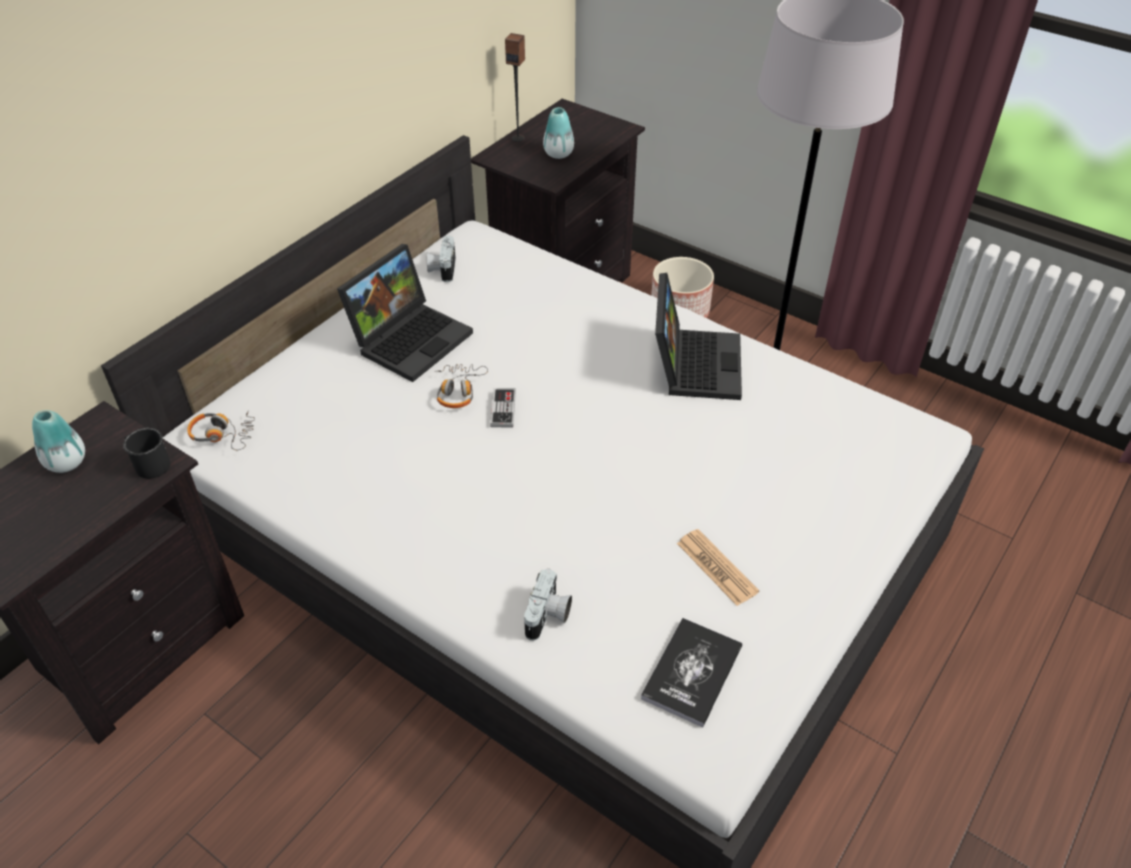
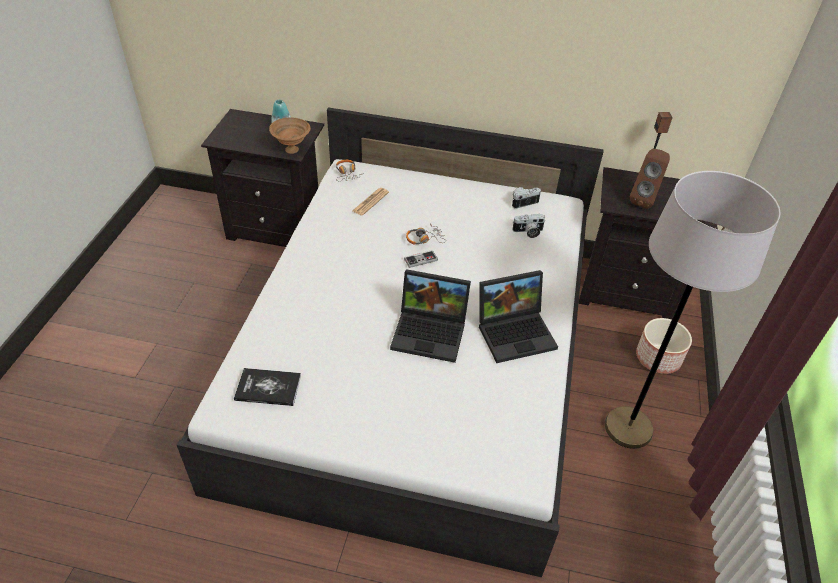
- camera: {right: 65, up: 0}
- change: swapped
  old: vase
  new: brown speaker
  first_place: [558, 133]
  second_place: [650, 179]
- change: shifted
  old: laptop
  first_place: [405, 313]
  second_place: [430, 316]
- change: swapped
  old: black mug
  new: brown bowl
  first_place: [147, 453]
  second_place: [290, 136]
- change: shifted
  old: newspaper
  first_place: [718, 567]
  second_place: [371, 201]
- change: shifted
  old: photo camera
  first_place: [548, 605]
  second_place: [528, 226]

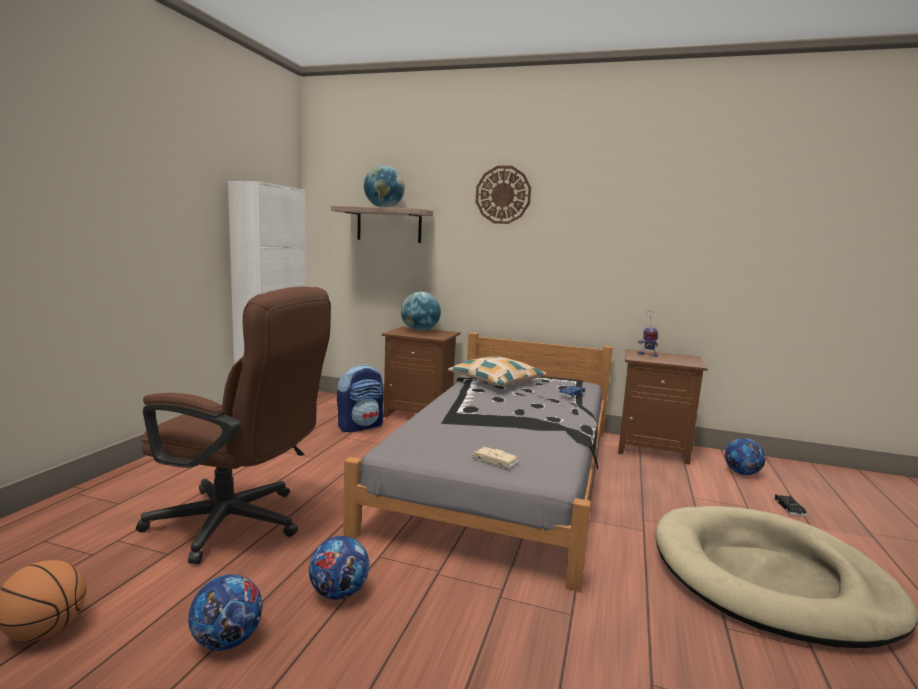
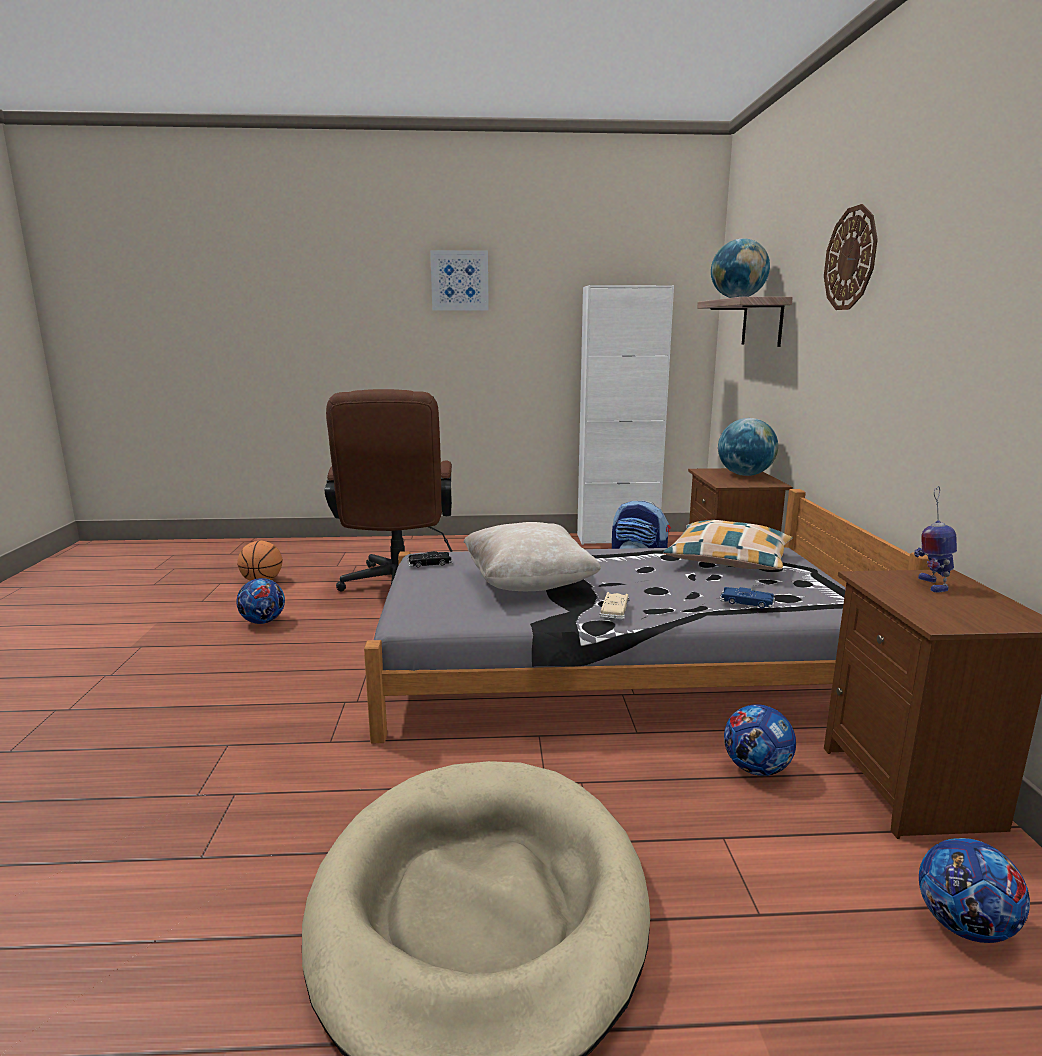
- camera: {right: 70, up: 5}
- change: shifted
  old: beige toy car
  first_place: [495, 458]
  second_place: [614, 605]
- change: shifted
  old: black toy car
  first_place: [790, 505]
  second_place: [430, 559]
- change: shifted
  old: football
  first_place: [339, 568]
  second_place: [760, 740]
- change: new
  new: picture
  second_place: [459, 280]
- change: new
  new: beige pillow
  second_place: [532, 556]

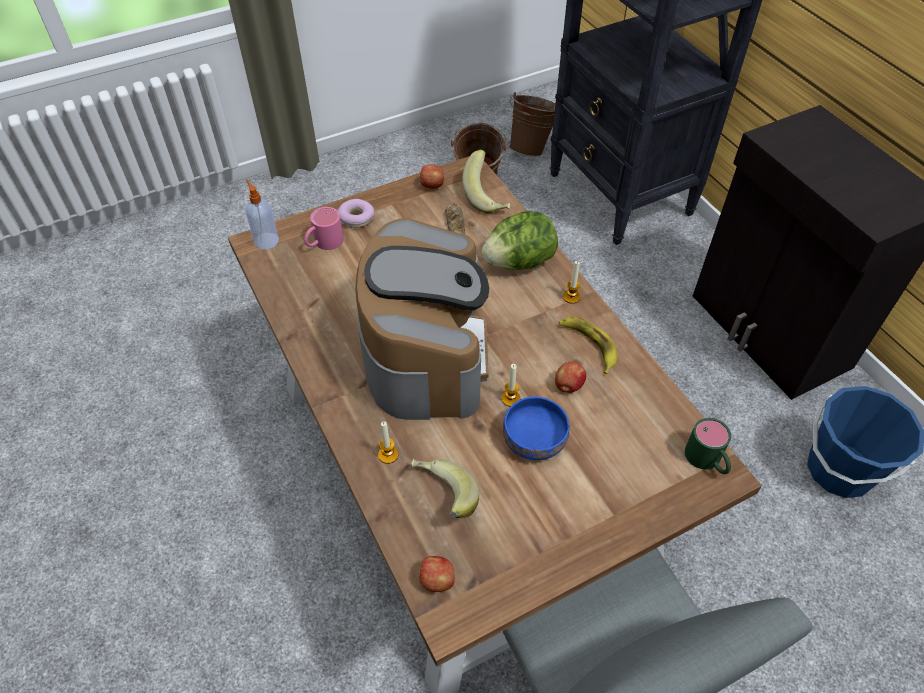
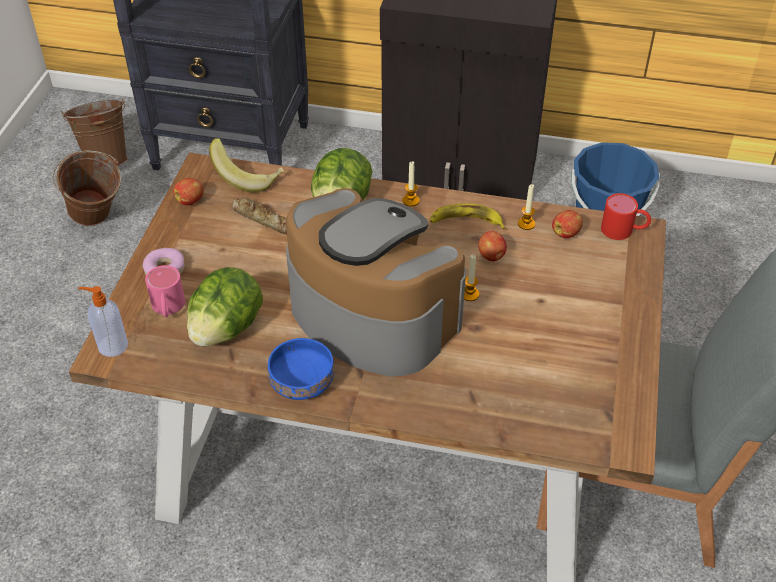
- camera: {right: -50, up: -5}
- change: shifted
  old: blue bowl
  first_place: [536, 428]
  second_place: [301, 369]
- change: repainted
  old: green mug
  new: red mug
  first_place: [708, 446]
  second_place: [626, 216]
- change: shifted
  old: candle
  first_place: [388, 442]
  second_place: [526, 207]
- change: gone
  old: banana
  first_place: [445, 488]
- change: shifted
  old: apple
  first_place: [437, 574]
  second_place: [567, 224]
- change: new
  new: lettuce
  second_place: [225, 306]

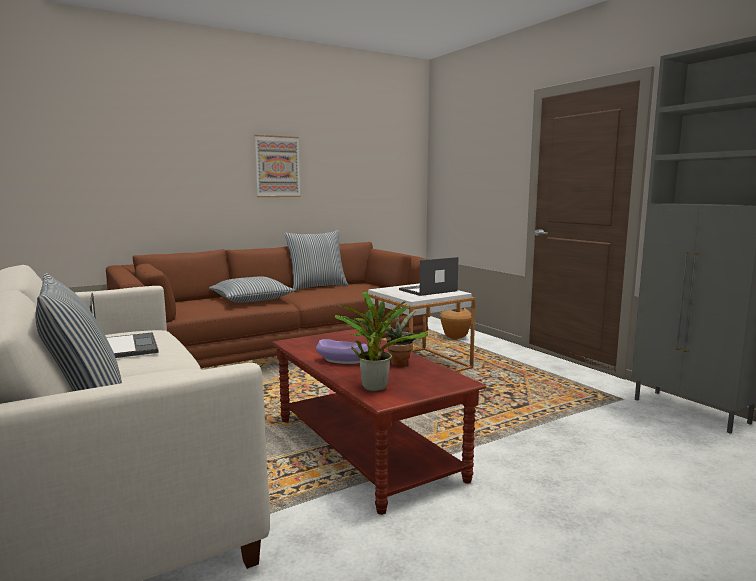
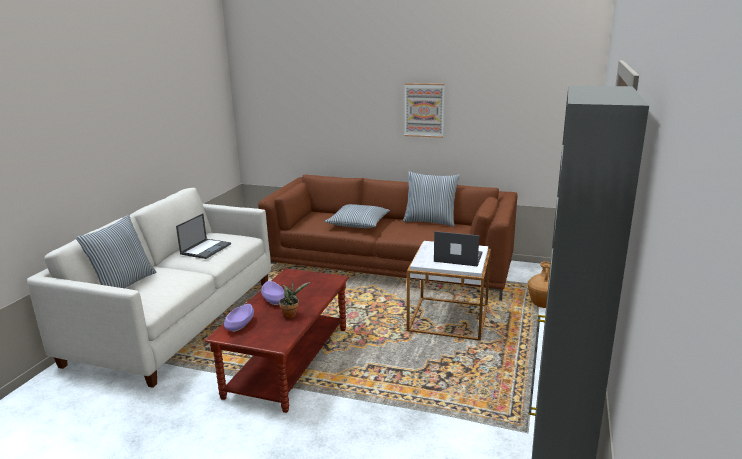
- camera: {right: 50, up: 10}
- change: swapped
  old: potted plant
  new: purple bowl
  first_place: [381, 341]
  second_place: [239, 318]

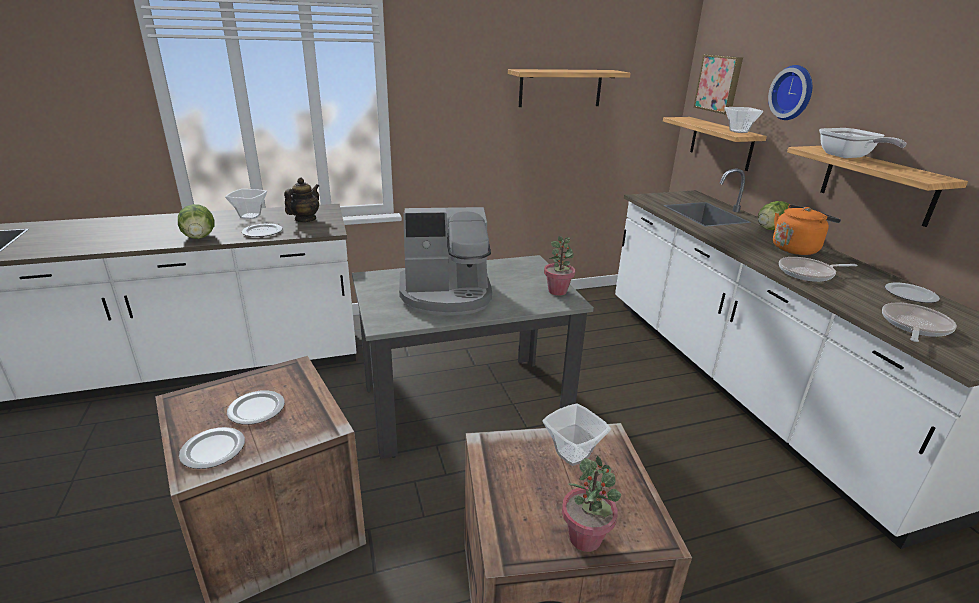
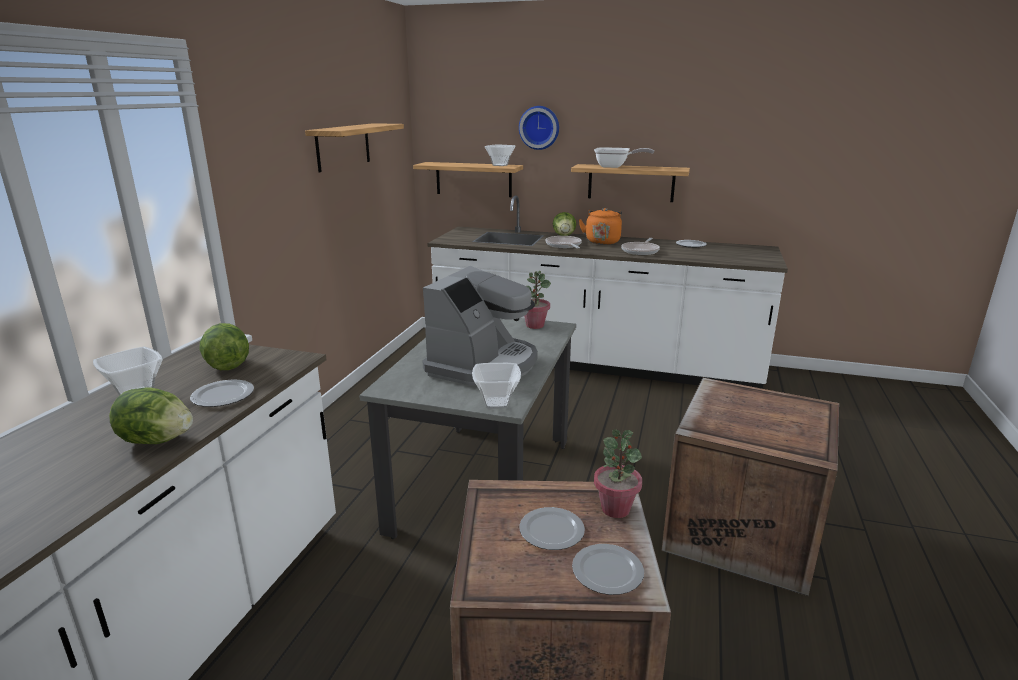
- camera: {right: -55, up: -5}
- change: gone
  old: picture
  first_place: [718, 84]
- change: swapped
  old: teapot
  new: lettuce
  first_place: [301, 200]
  second_place: [224, 346]
- change: shifted
  old: frying pan
  first_place: [919, 322]
  second_place: [564, 242]
- change: shifted
  old: bowl
  first_place: [576, 435]
  second_place: [496, 386]
- change: shifted
  old: potted plant
  first_place: [591, 504]
  second_place: [618, 474]

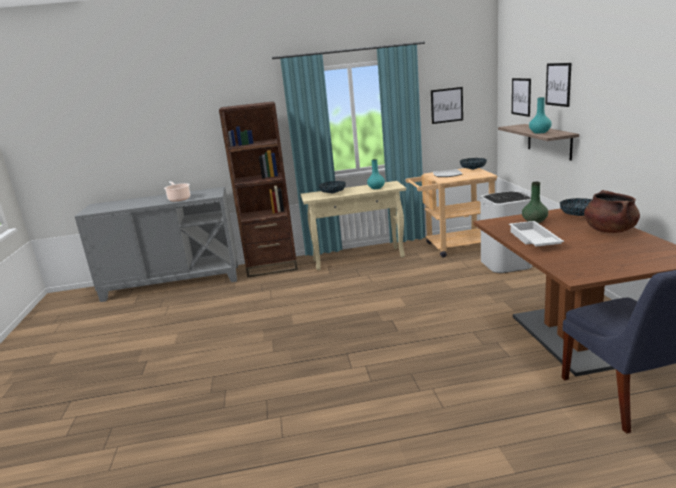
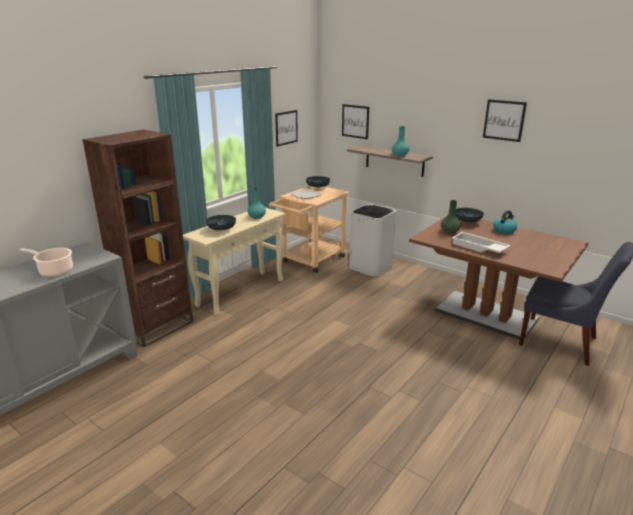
- camera: {right: -45, up: 5}
- change: shifted
  old: picture
  first_place: [558, 85]
  second_place: [505, 120]
- change: swapped
  old: brown cooking pot
  new: kettle
  first_place: [612, 211]
  second_place: [505, 222]

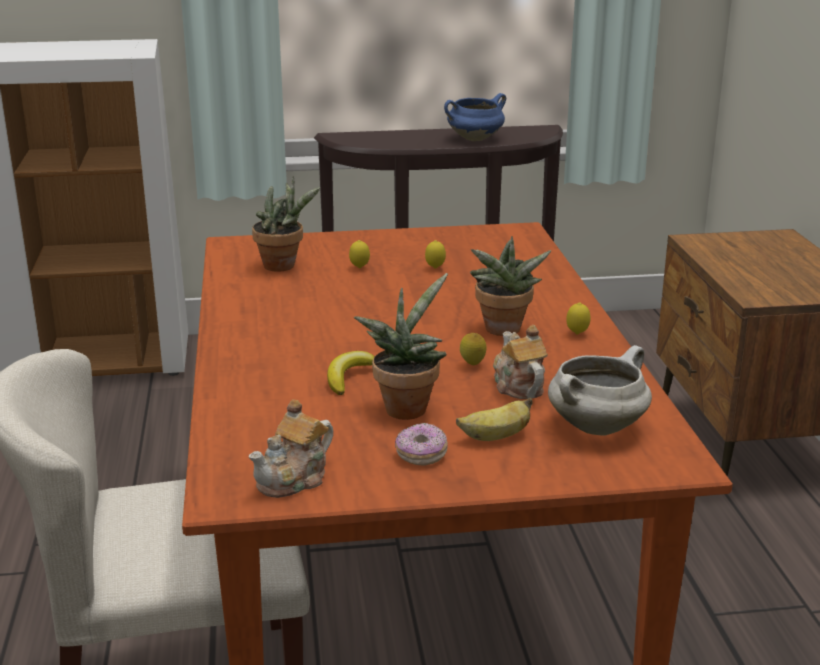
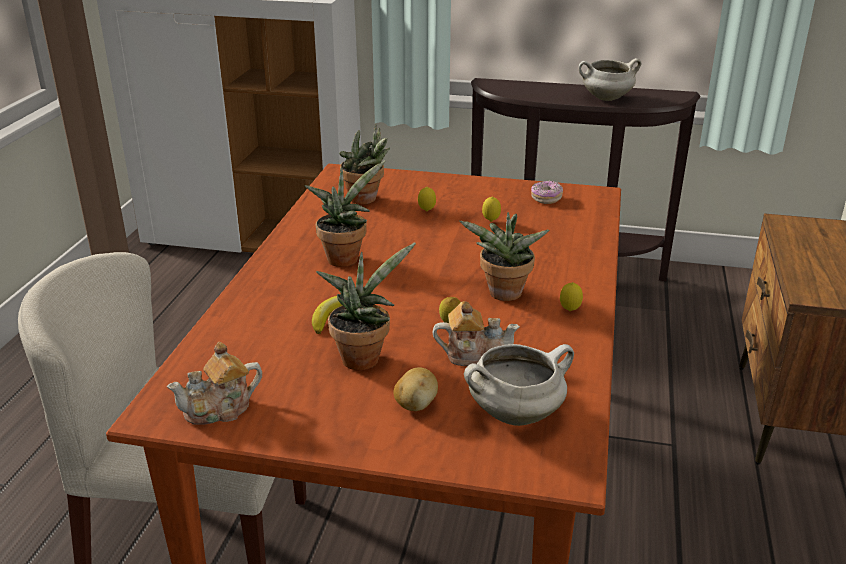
- camera: {right: 20, up: 5}
- change: repainted
  old: blue cooking pot
  new: white cooking pot
  first_place: [475, 117]
  second_place: [609, 79]
- change: rotated
  old: teapot
  first_place: [520, 362]
  second_place: [476, 333]
  degrees: 90
- change: swapped
  old: banana
  new: potato
  first_place: [494, 419]
  second_place: [415, 389]
- change: shifted
  old: donut
  first_place: [421, 444]
  second_place: [547, 192]
- change: new
  new: potted plant
  second_place: [345, 213]

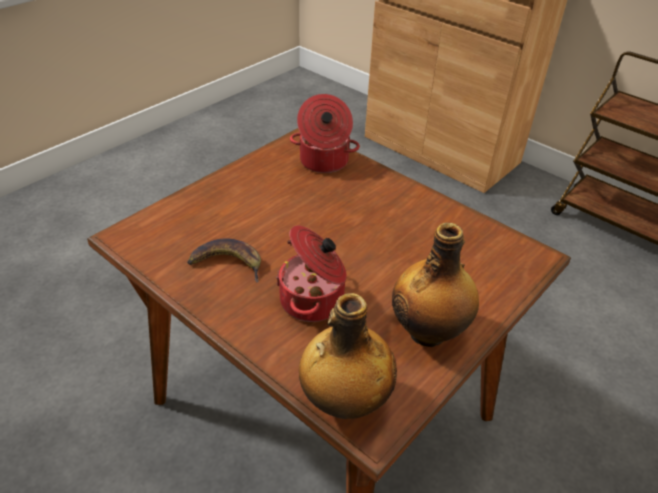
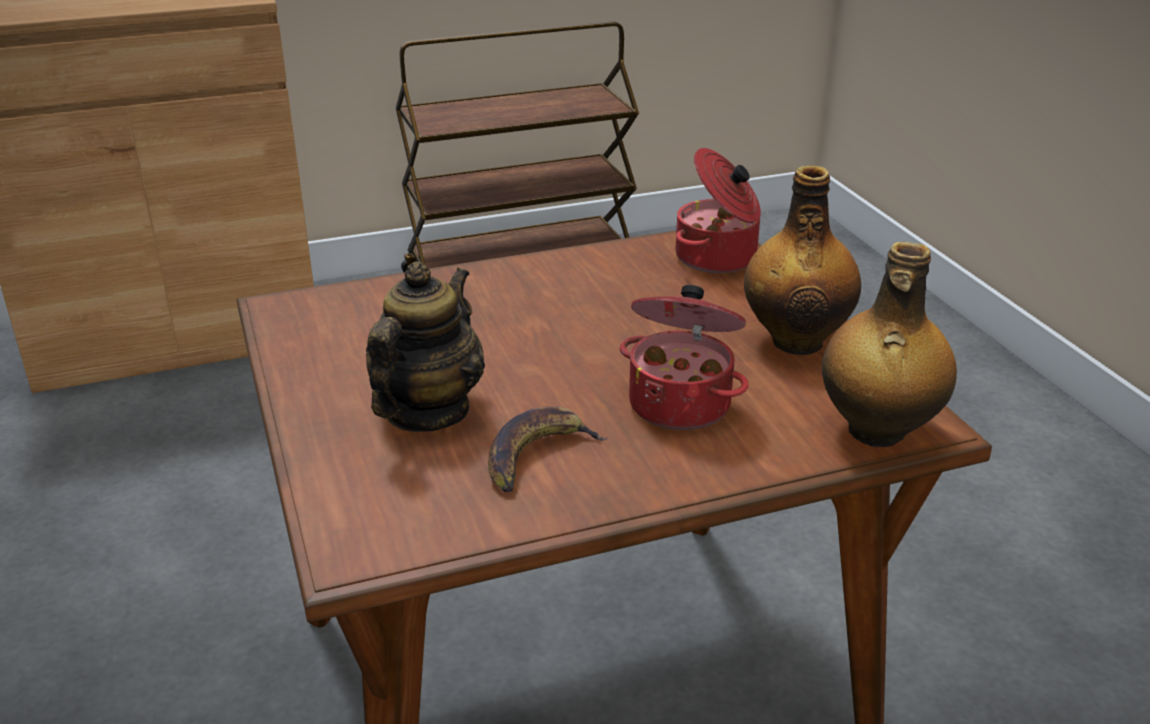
- camera: {right: -60, up: -10}
- change: shifted
  old: cooking pot
  first_place: [325, 133]
  second_place: [718, 210]
- change: new
  new: teapot
  second_place: [425, 346]

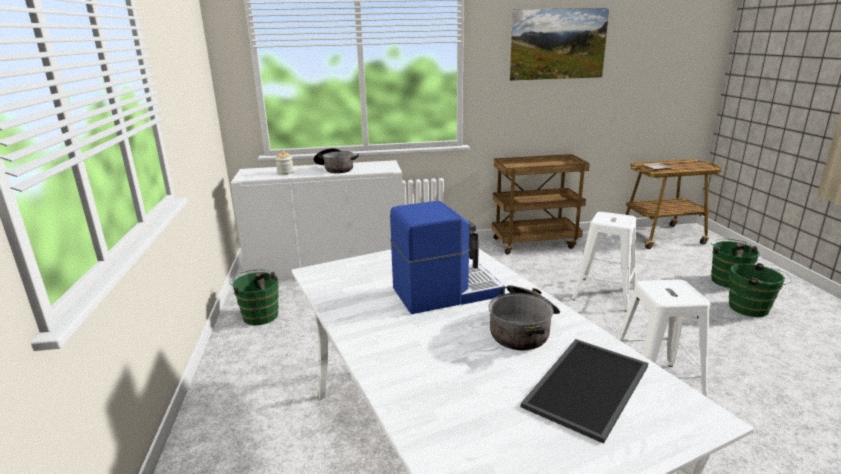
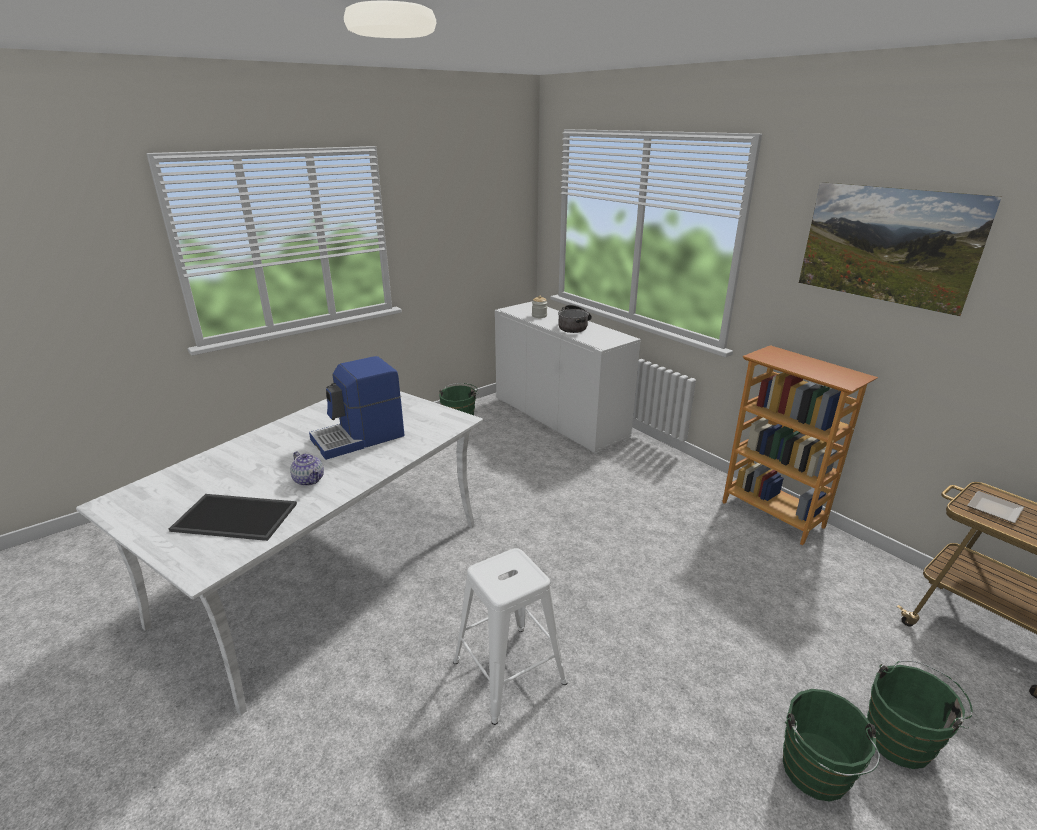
- camera: {right: 60, up: 5}
- change: swapped
  old: brown cart
  new: bookcase
  first_place: [541, 204]
  second_place: [800, 445]
- change: rotated
  old: coffee machine
  first_place: [447, 257]
  second_place: [356, 408]
  degrees: 105
- change: gone
  old: white stool
  first_place: [604, 262]
- change: swapped
  old: cooking pot
  new: teapot
  first_place: [524, 317]
  second_place: [307, 468]

